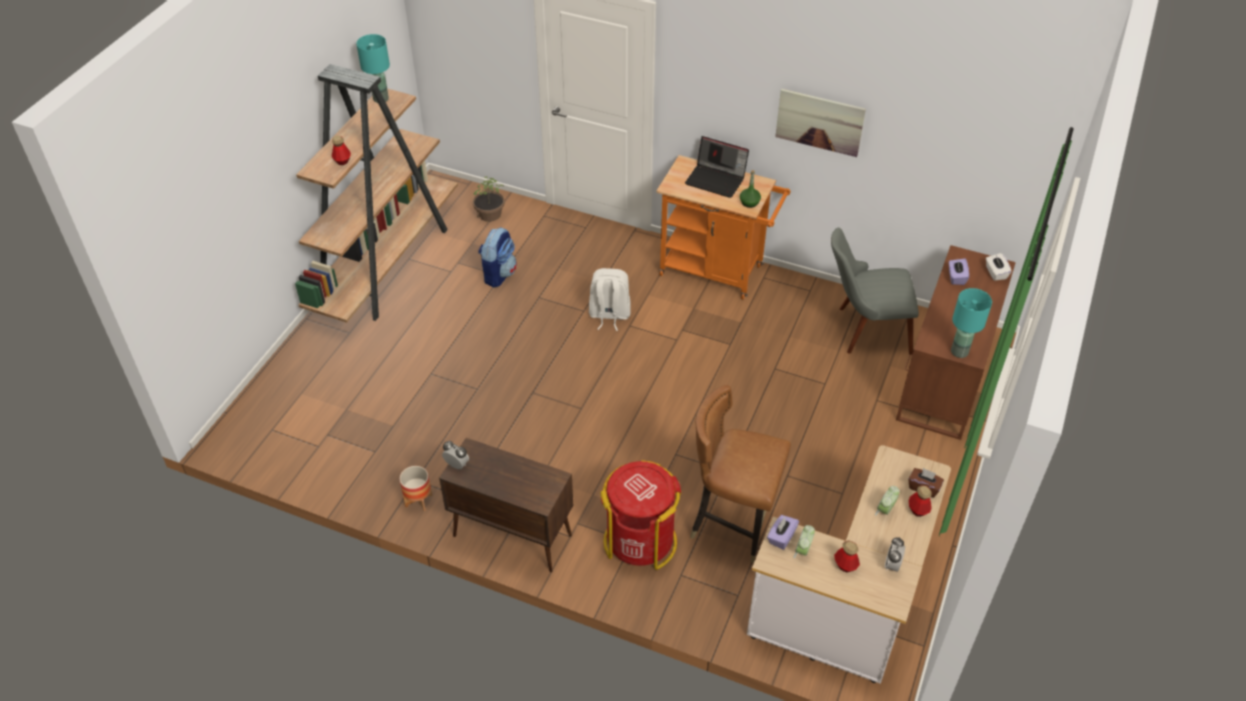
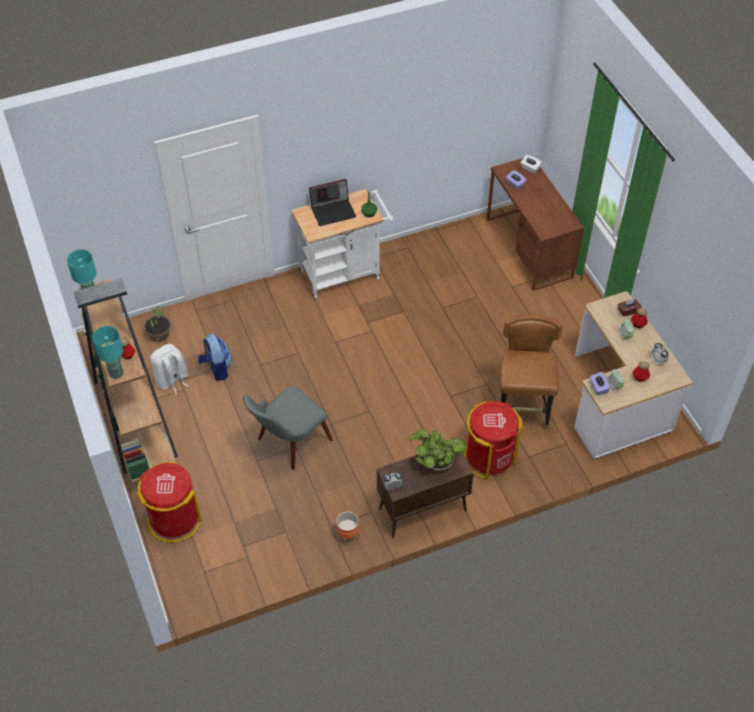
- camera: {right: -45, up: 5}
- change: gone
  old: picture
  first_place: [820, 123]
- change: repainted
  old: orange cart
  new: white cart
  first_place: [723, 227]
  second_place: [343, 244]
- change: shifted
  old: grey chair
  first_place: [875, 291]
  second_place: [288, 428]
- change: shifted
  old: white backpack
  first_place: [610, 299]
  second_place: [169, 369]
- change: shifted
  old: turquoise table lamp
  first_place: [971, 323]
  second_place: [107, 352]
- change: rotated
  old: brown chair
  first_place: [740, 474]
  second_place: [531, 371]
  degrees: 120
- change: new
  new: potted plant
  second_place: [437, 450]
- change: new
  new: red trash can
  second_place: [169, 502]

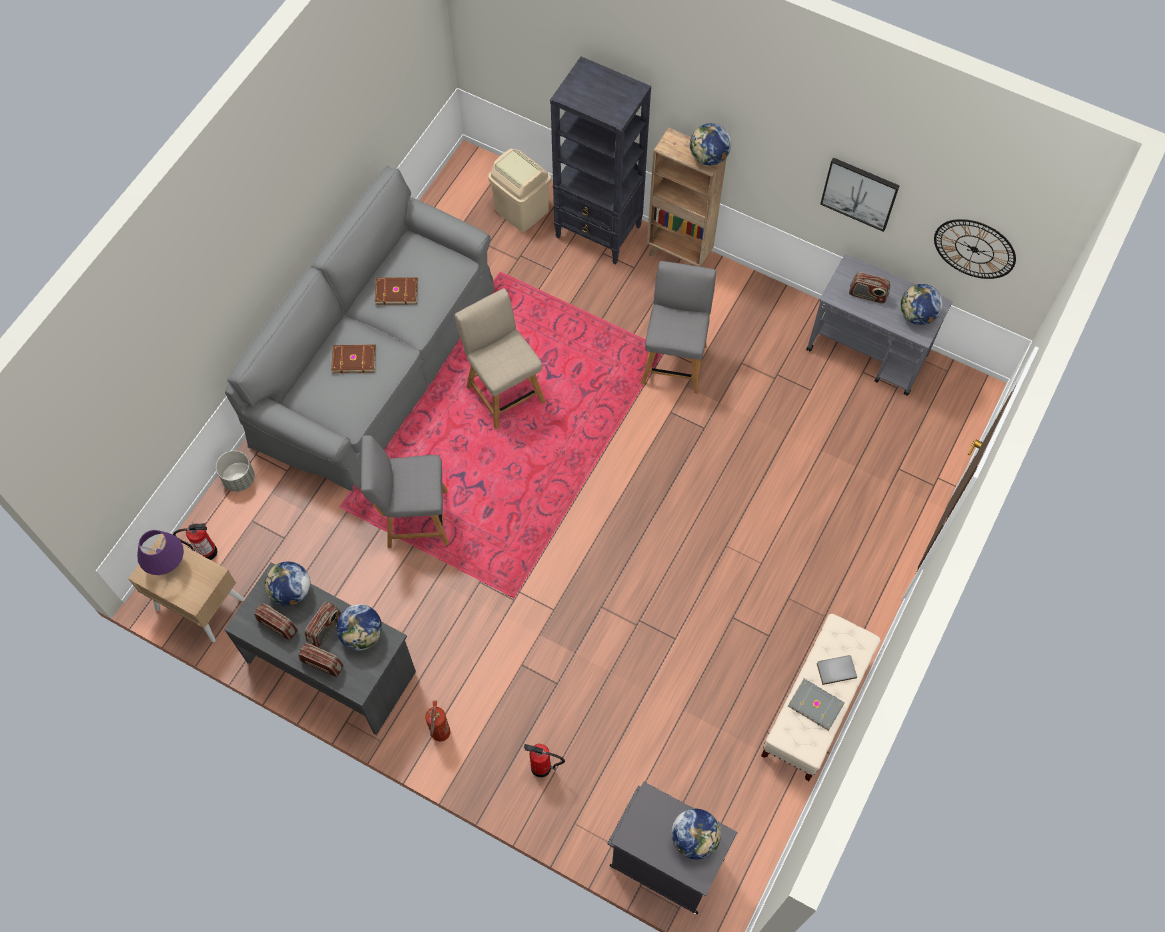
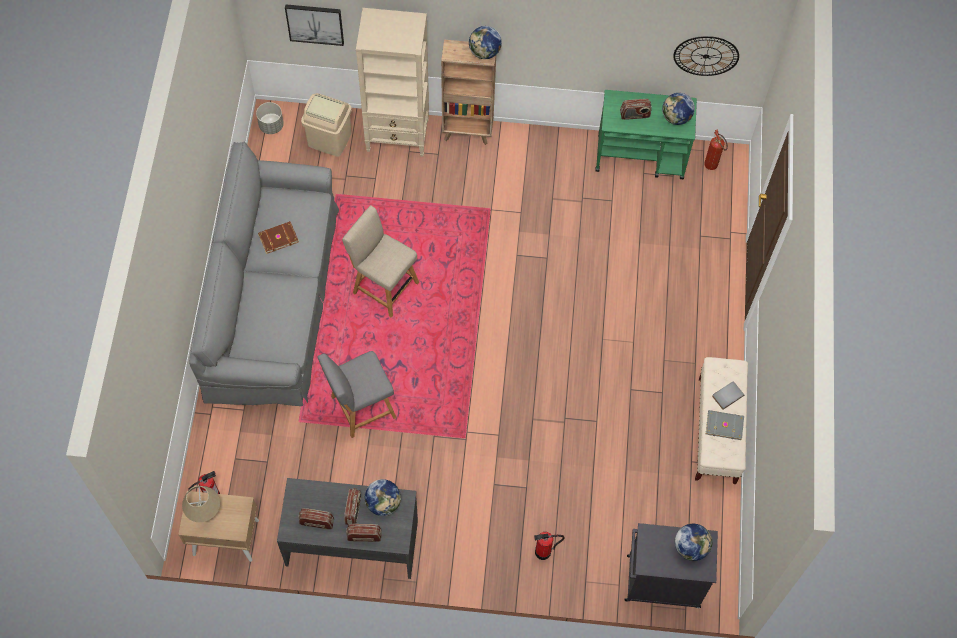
- camera: {right: -25, up: 0}
- change: repainted
  old: black bookcase
  new: beige bookcase
  first_place: [600, 160]
  second_place: [392, 82]
- change: shifted
  old: picture
  first_place: [860, 194]
  second_place: [314, 25]
- change: repainted
  old: grey cart
  new: green cart
  first_place: [879, 325]
  second_place: [646, 134]
- change: gone
  old: grey chair
  first_place: [678, 327]
- change: gone
  old: brown book
  first_place: [353, 358]
- change: shifted
  old: grey planter
  first_place: [235, 471]
  second_place: [270, 118]
- change: repainted
  old: purple table lamp
  new: beige table lamp
  first_place: [160, 552]
  second_place: [201, 504]
- change: gone
  old: globe
  first_place: [287, 583]
- change: shifted
  old: fire extinguisher
  first_place: [437, 720]
  second_place: [716, 150]

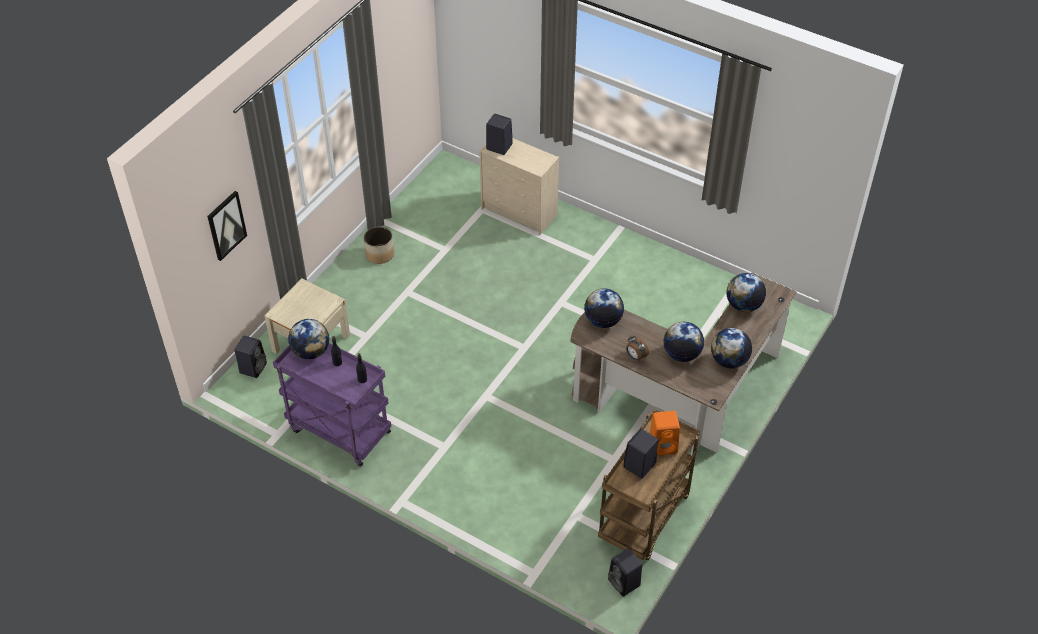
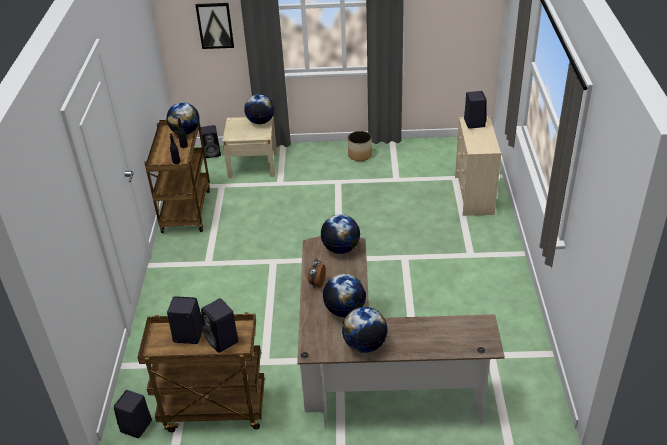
- camera: {right: 60, up: -10}
- change: shifted
  old: globe
  first_place: [746, 292]
  second_place: [259, 109]
- change: repainted
  old: purple cart
  new: brown cart
  first_place: [332, 405]
  second_place: [177, 176]
- change: repainted
  old: orange speaker
  new: black speaker
  first_place: [665, 433]
  second_place: [220, 325]

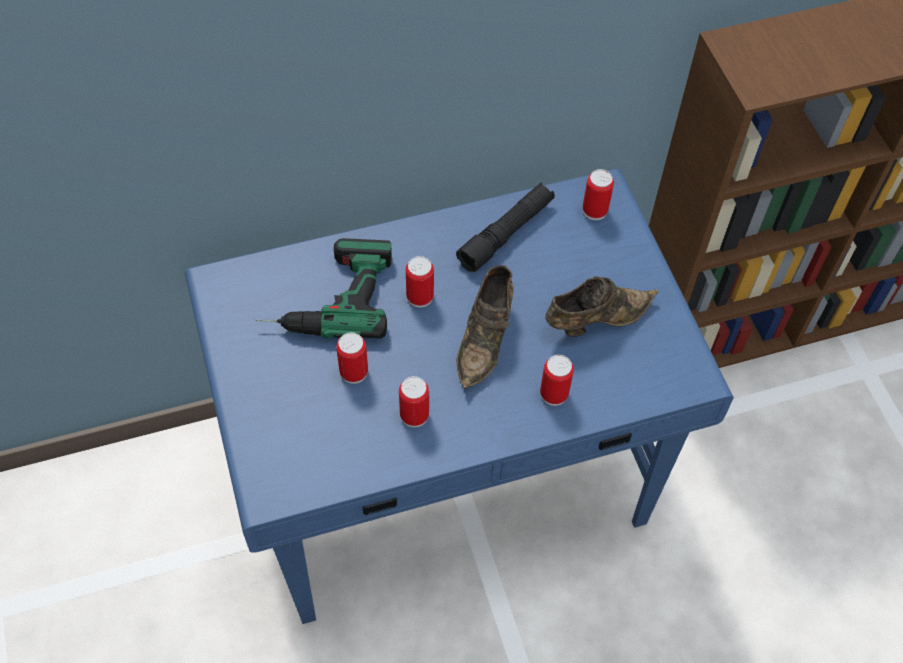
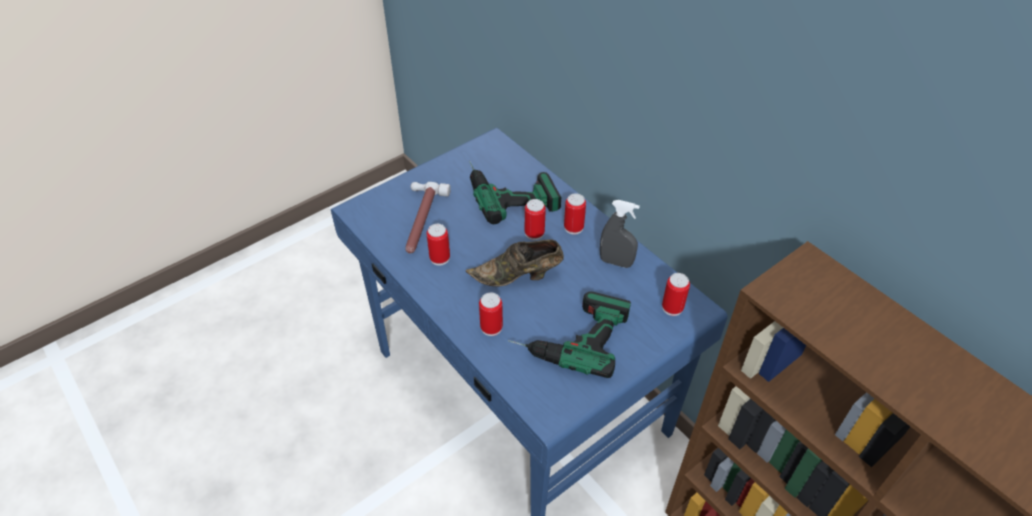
- camera: {right: 70, up: -10}
- change: swapped
  old: black flashlight
  new: grey spray bottle
  first_place: [505, 227]
  second_place: [620, 234]
- change: swapped
  old: brown shoe
  new: power drill
  first_place: [602, 306]
  second_place: [569, 335]
- change: shifted
  old: can
  first_place: [352, 358]
  second_place: [575, 214]
- change: new
  new: hammer
  second_place: [428, 218]

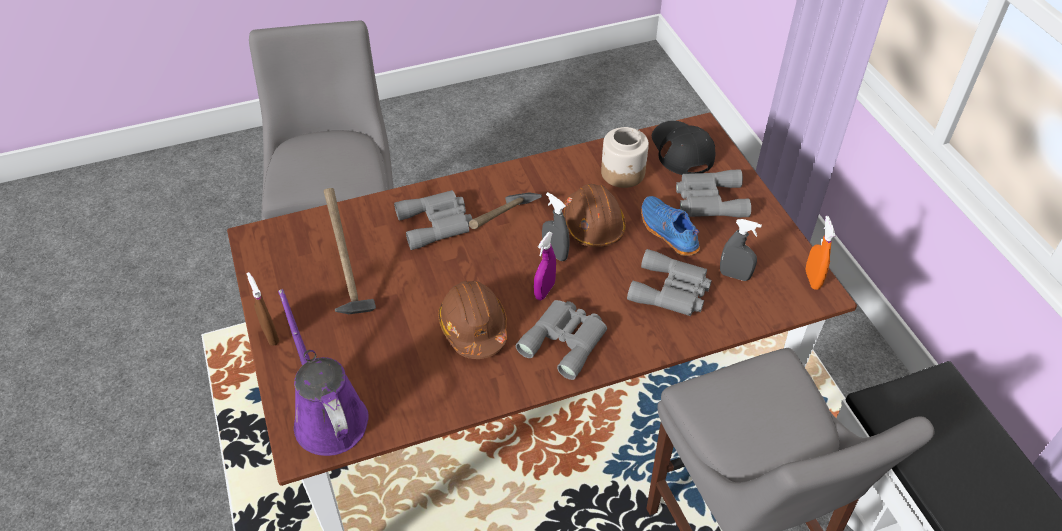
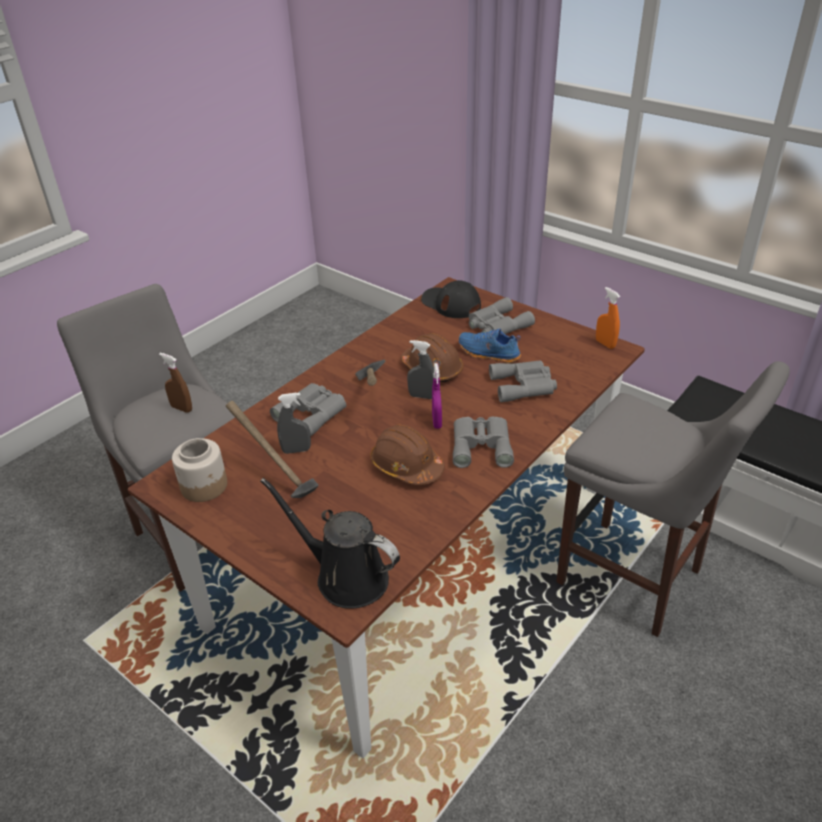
- camera: {right: -30, up: -10}
- change: shifted
  old: jar
  first_place: [625, 157]
  second_place: [199, 470]
- change: shifted
  old: grey spray bottle
  first_place: [741, 250]
  second_place: [294, 423]
- change: shifted
  old: brown spray bottle
  first_place: [263, 309]
  second_place: [175, 383]
- change: repainted
  old: purple watering can
  new: black watering can
  first_place: [323, 372]
  second_place: [330, 543]

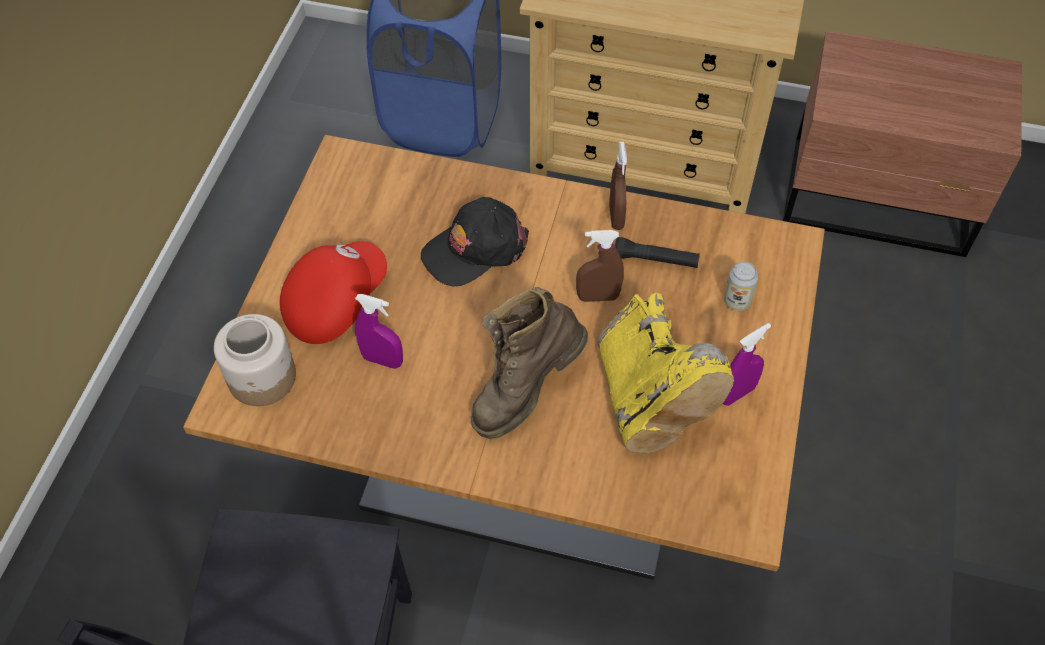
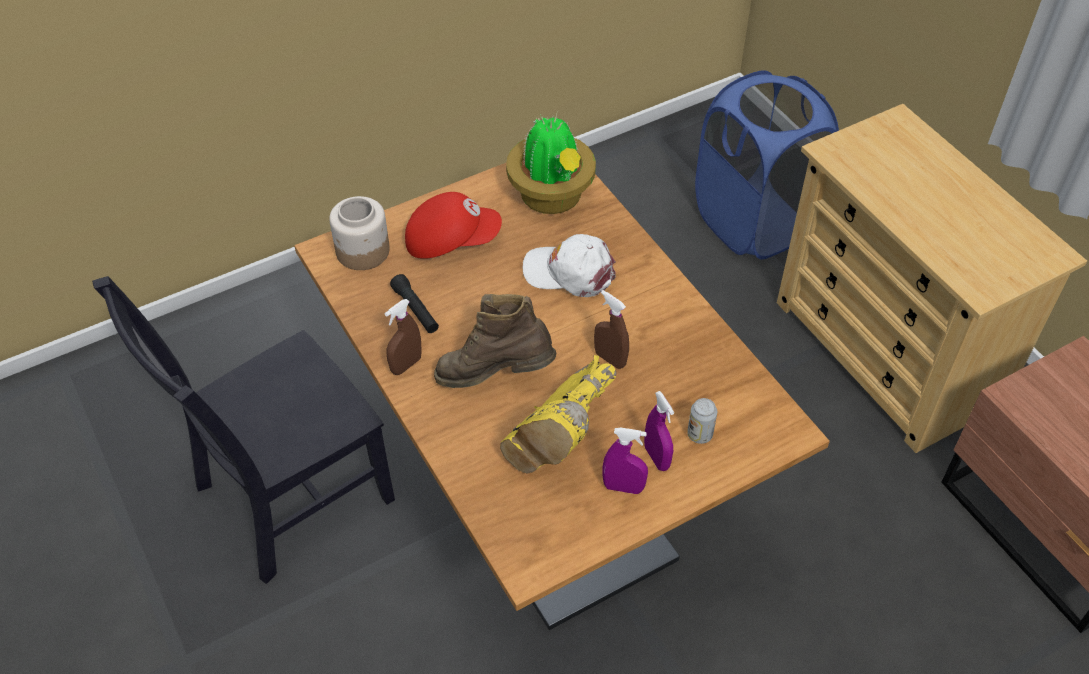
- camera: {right: 45, up: -5}
- change: shifted
  old: brown spray bottle
  first_place: [618, 186]
  second_place: [403, 337]
- change: repainted
  old: black cap
  new: white cap
  first_place: [475, 242]
  second_place: [569, 265]
- change: shifted
  old: black flashlight
  first_place: [657, 252]
  second_place: [414, 303]
- change: shifted
  old: purple spray bottle
  first_place: [379, 331]
  second_place: [659, 431]
- change: new
  new: potted plant
  second_place: [551, 162]

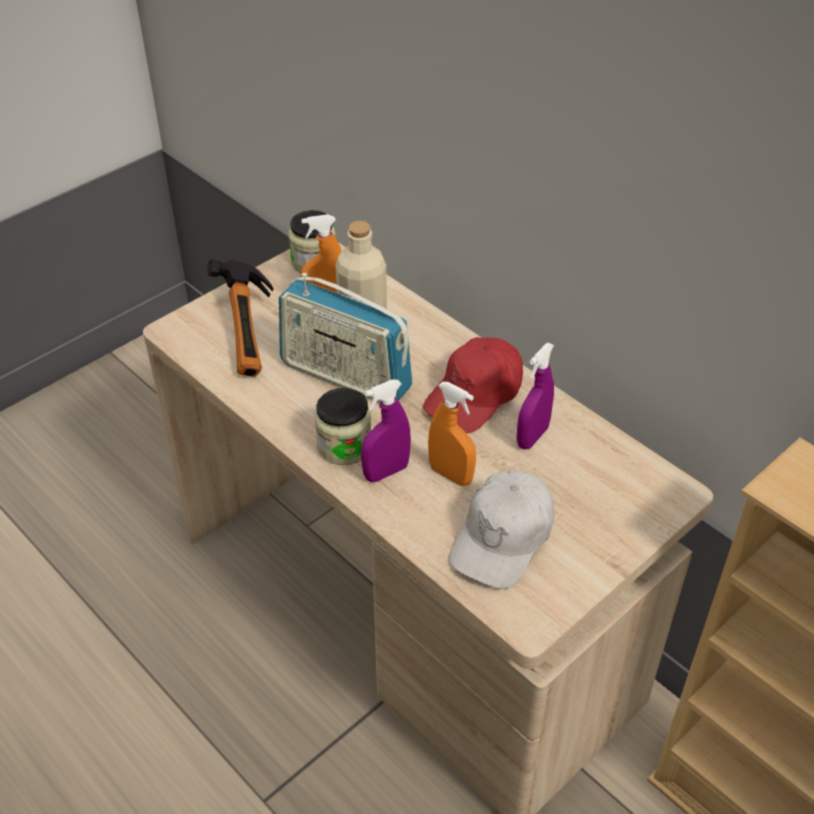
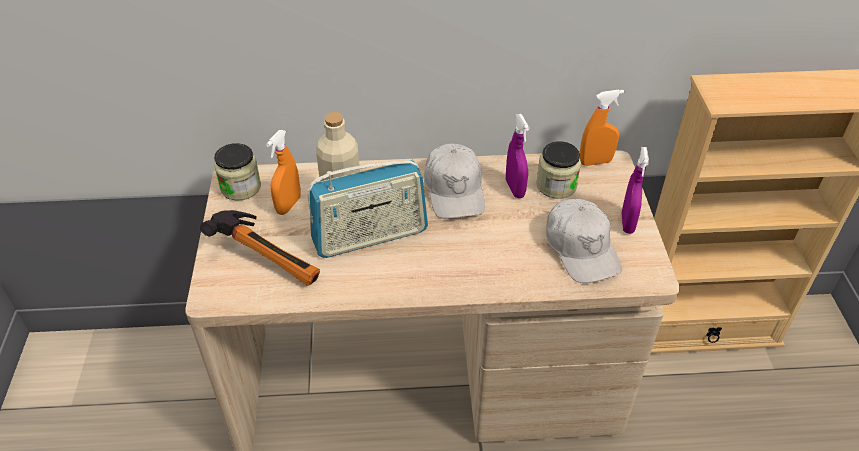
- camera: {right: -50, up: 0}
- change: repainted
  old: red cap
  new: white cap
  first_place: [473, 385]
  second_place: [454, 181]
- change: shifted
  old: purple spray bottle
  first_place: [386, 430]
  second_place: [635, 190]
- change: shifted
  old: orange spray bottle
  first_place: [452, 434]
  second_place: [602, 127]
- change: shifted
  old: jar
  first_place: [342, 426]
  second_place: [558, 170]

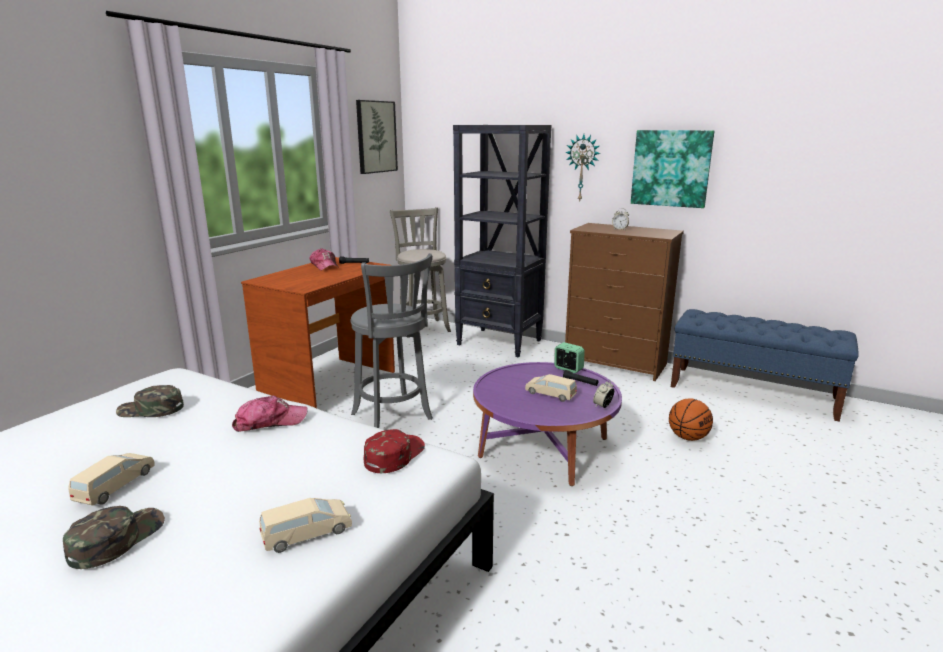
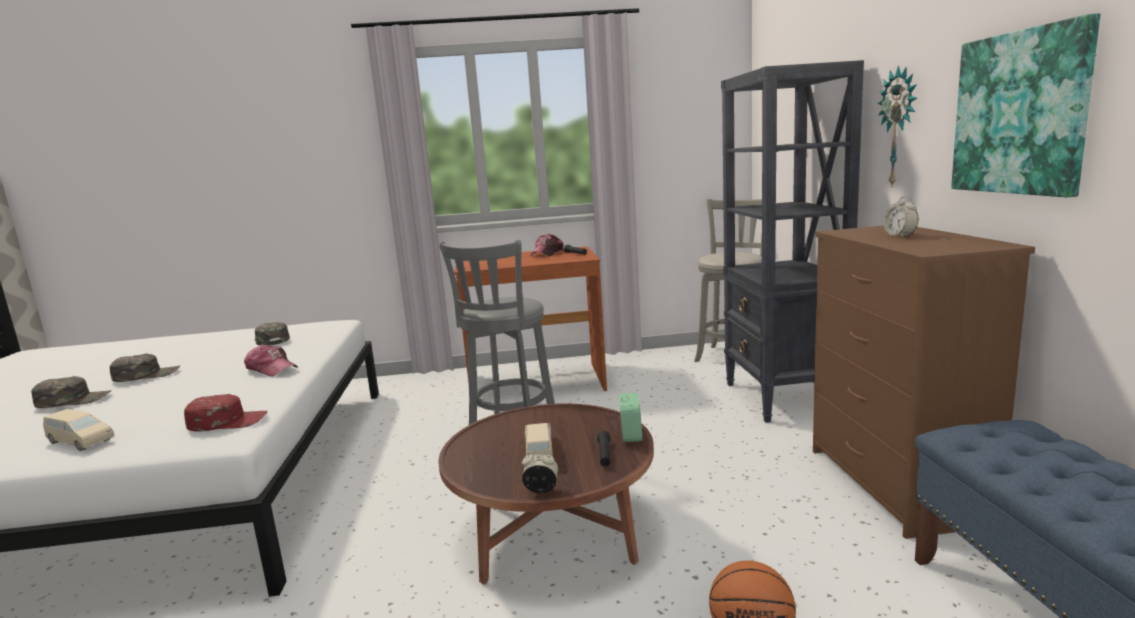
- camera: {right: 55, up: -5}
- change: gone
  old: picture
  first_place: [377, 137]
- change: repainted
  old: purple coffee table
  new: brown coffee table
  first_place: [547, 424]
  second_place: [546, 494]
- change: swapped
  old: beige toy car
  new: green cap
  first_place: [111, 479]
  second_place: [145, 368]

